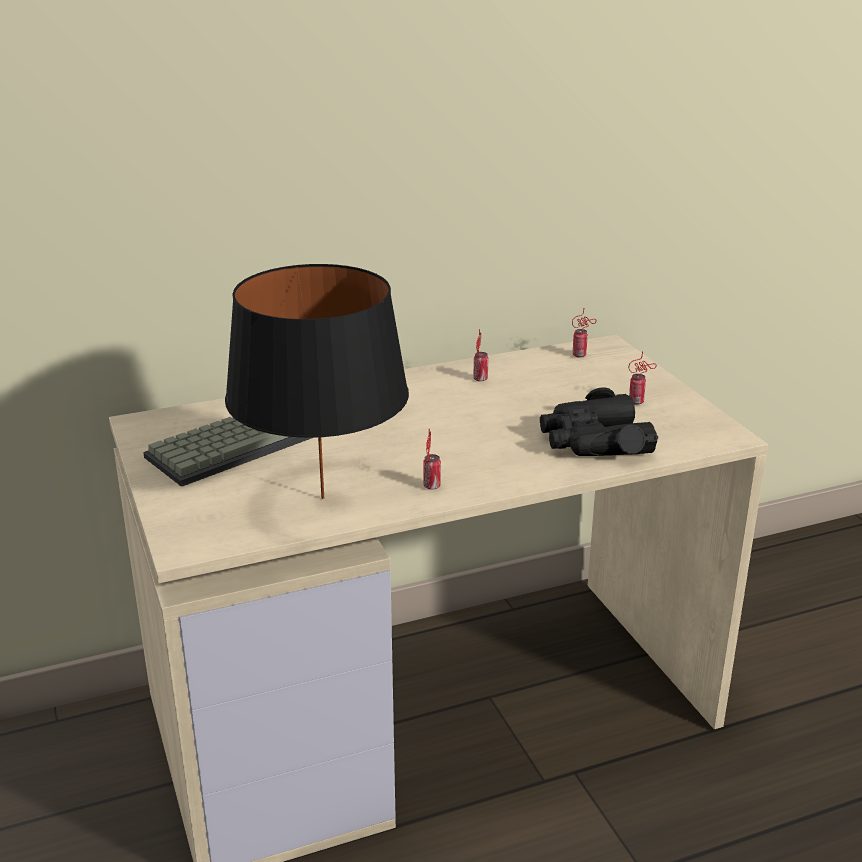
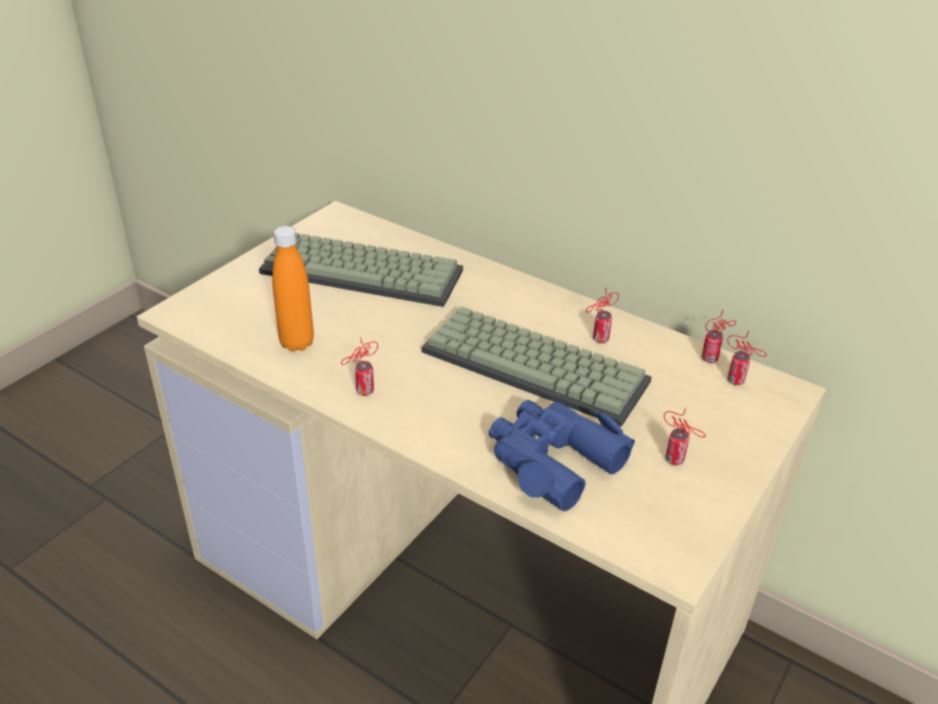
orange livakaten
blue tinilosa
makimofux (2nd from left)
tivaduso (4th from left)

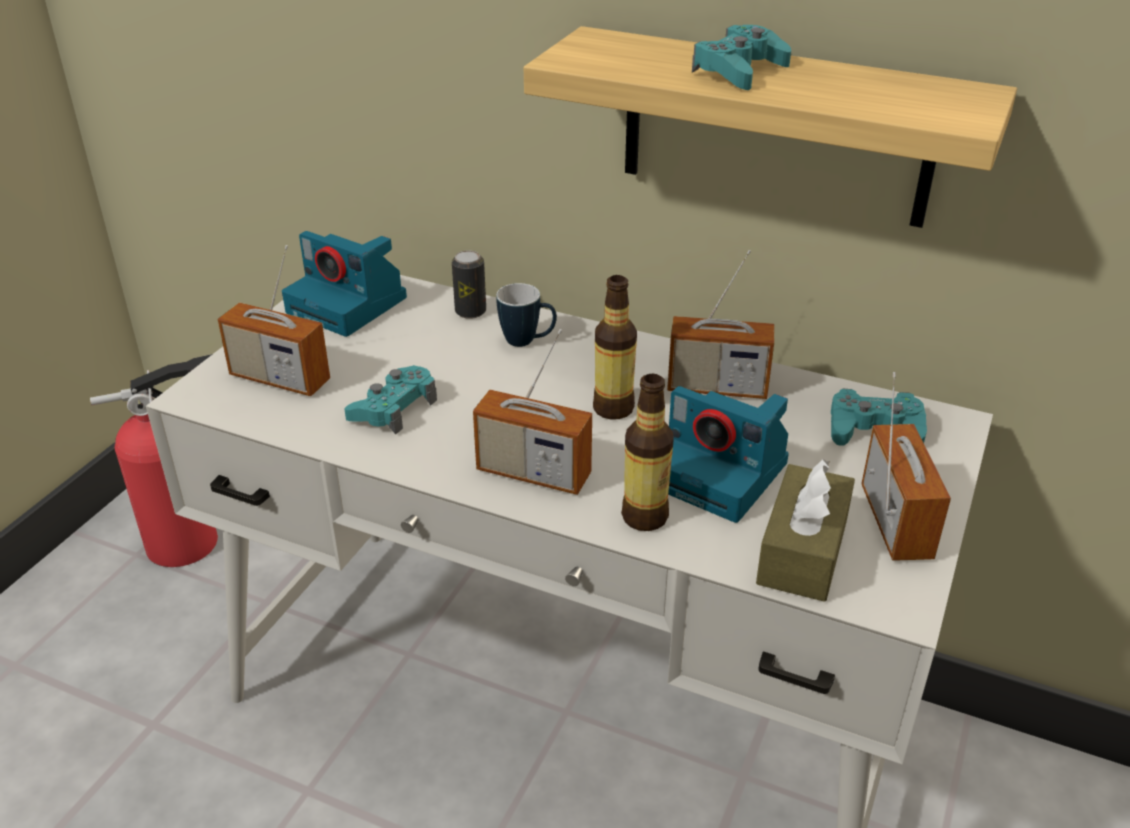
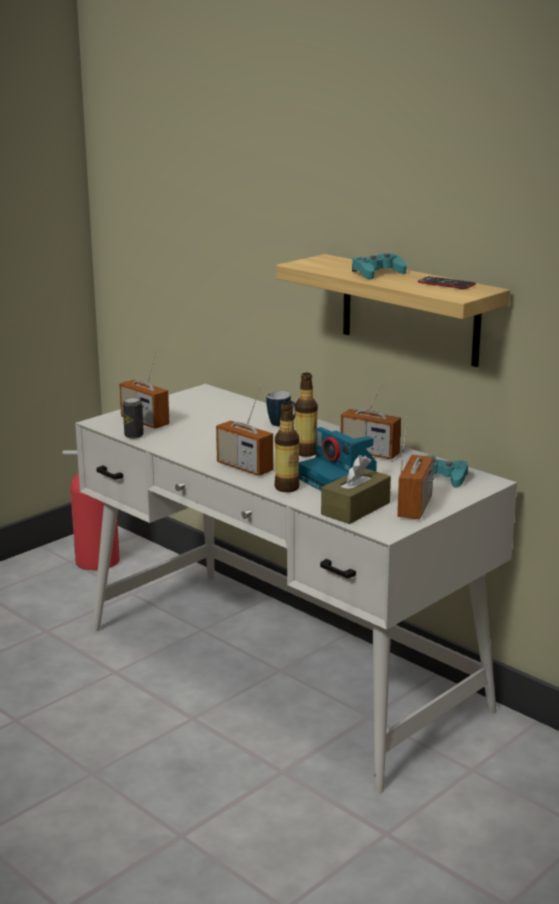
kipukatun (1st from left in the first image)
tivaduso
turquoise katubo (1st from left in the first image)
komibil

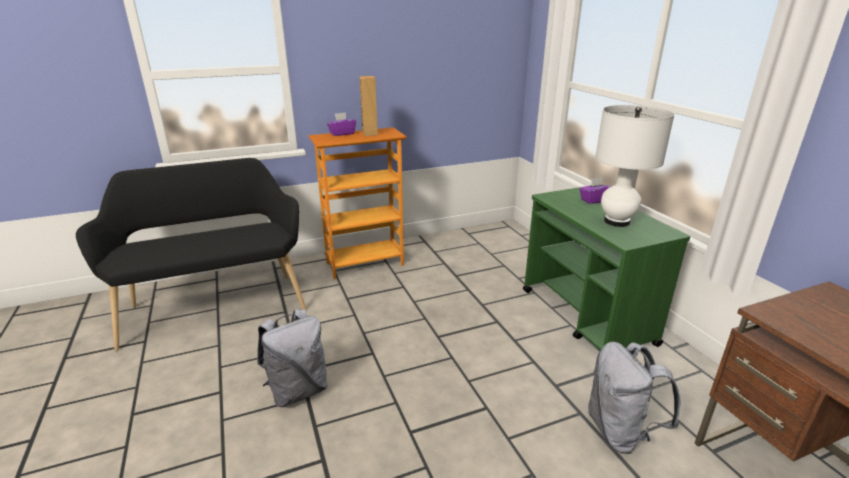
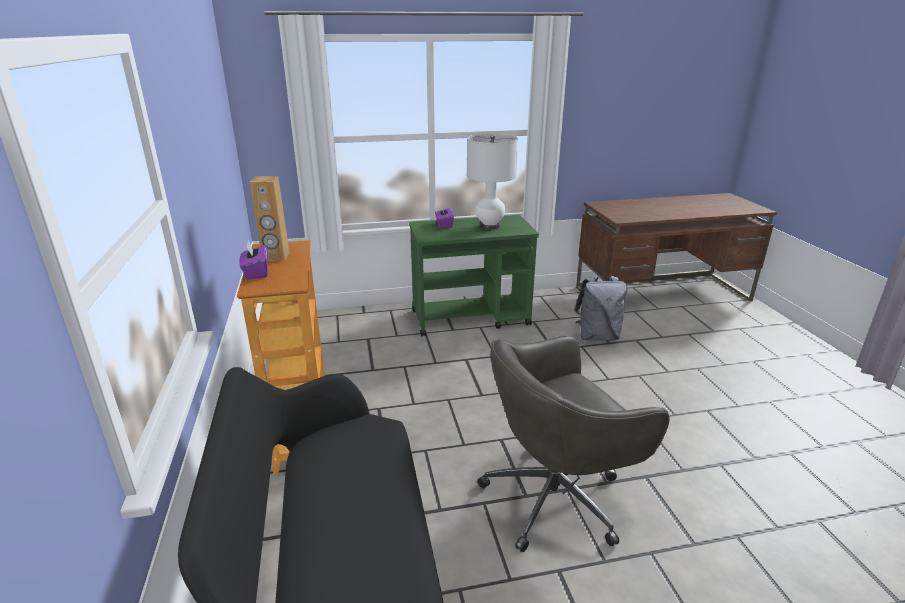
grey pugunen

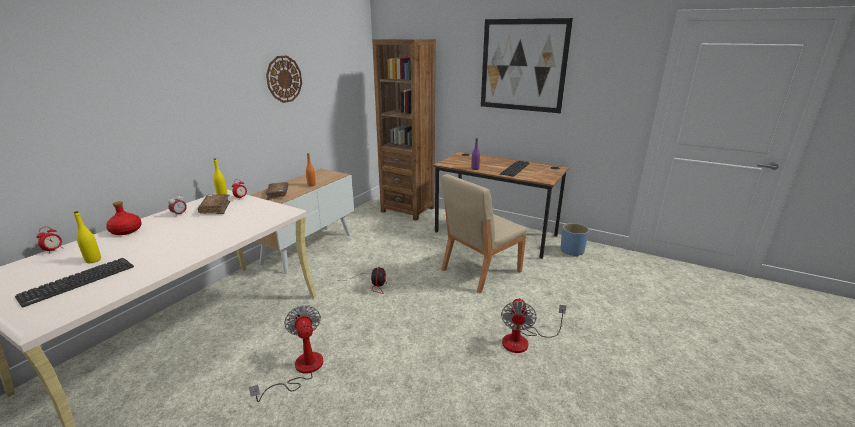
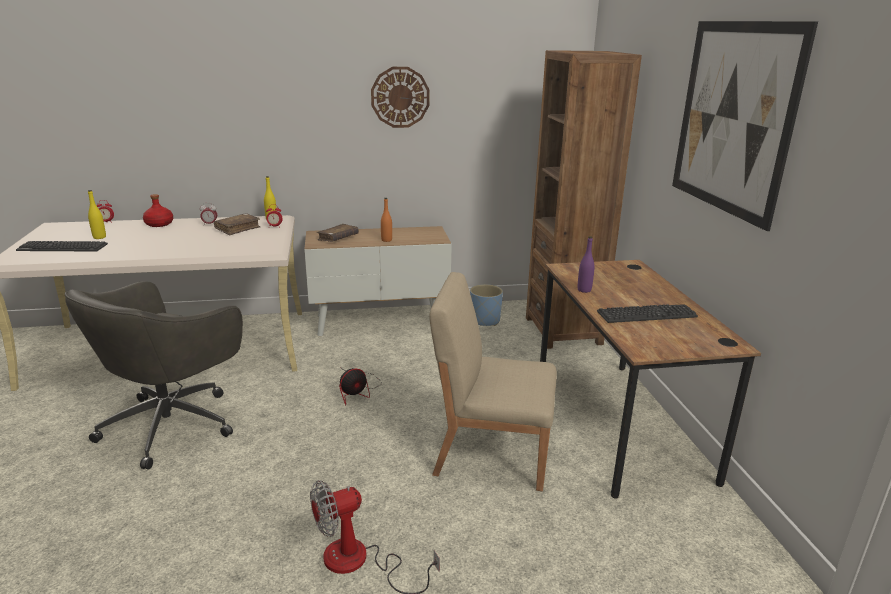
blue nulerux
grey pugunen

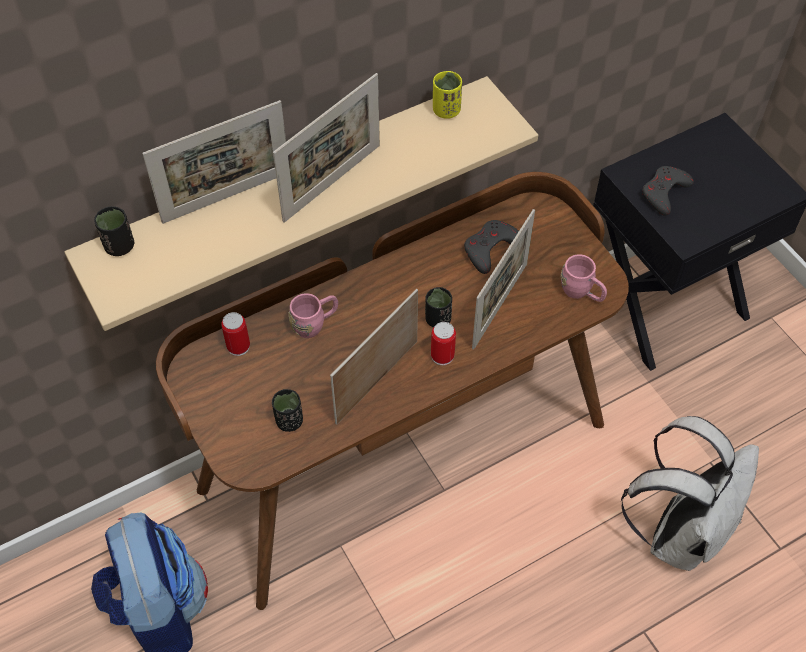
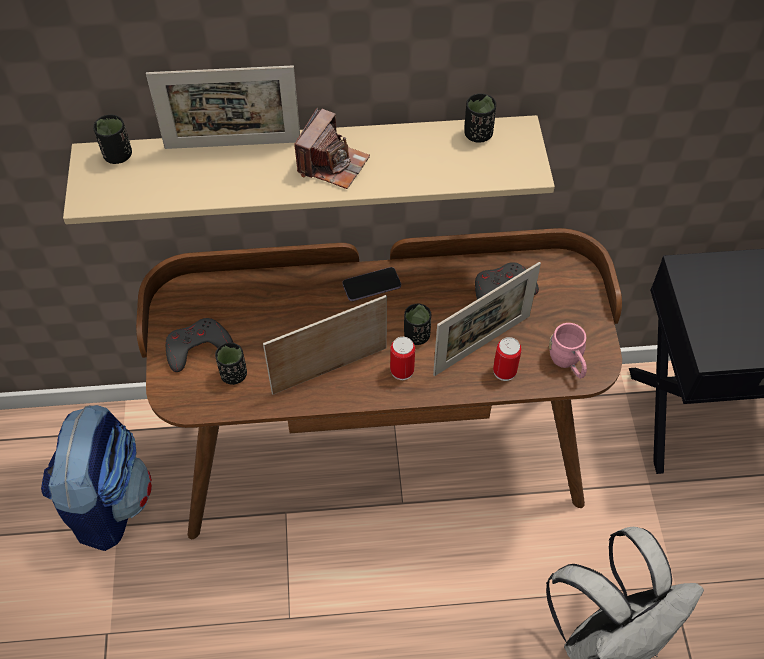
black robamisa (4th from left)
kipukatun
grey katubo (1st from left)
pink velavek (1st from left in the first image)
tivaduso (2nd from left)
komibil

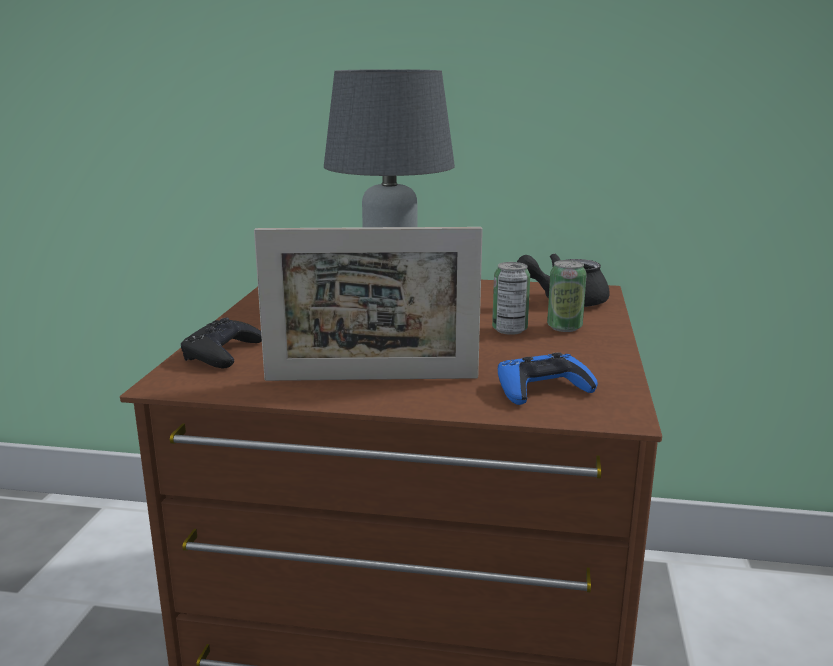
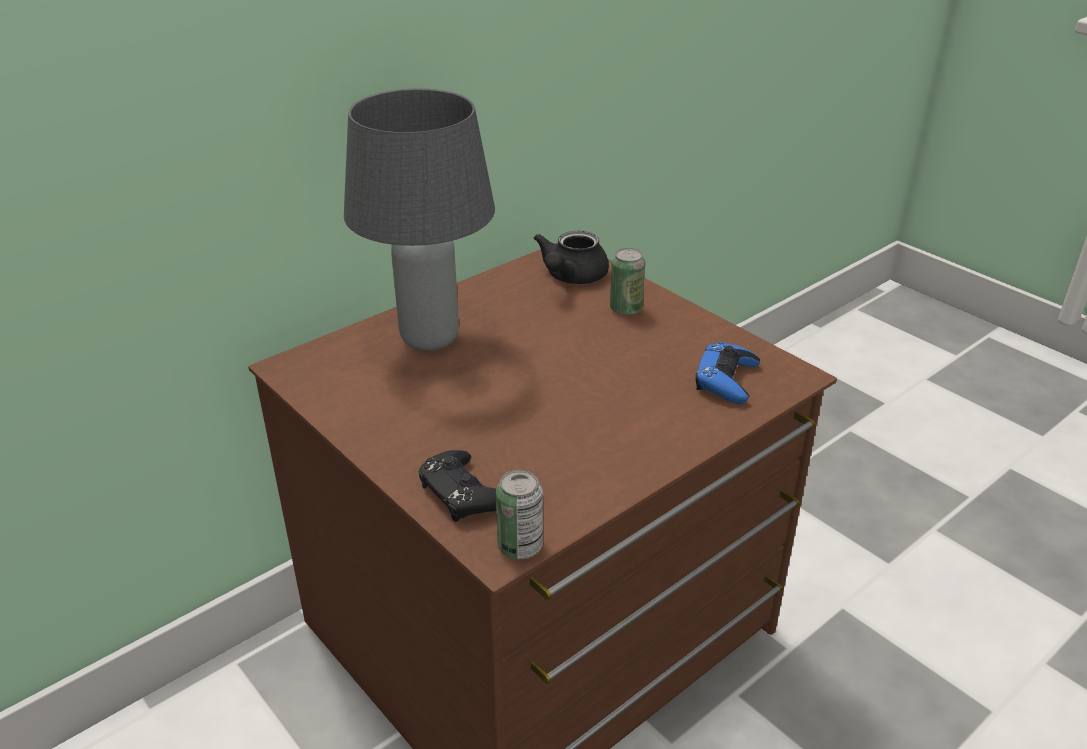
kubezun
tivaduso (1st from left)

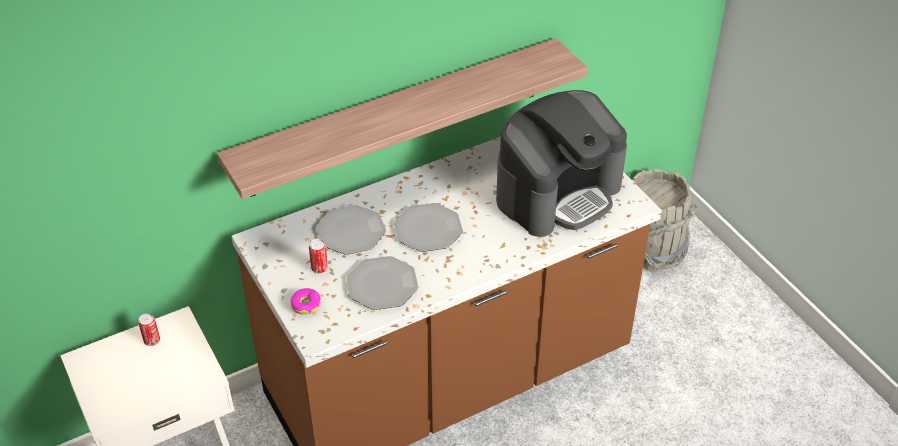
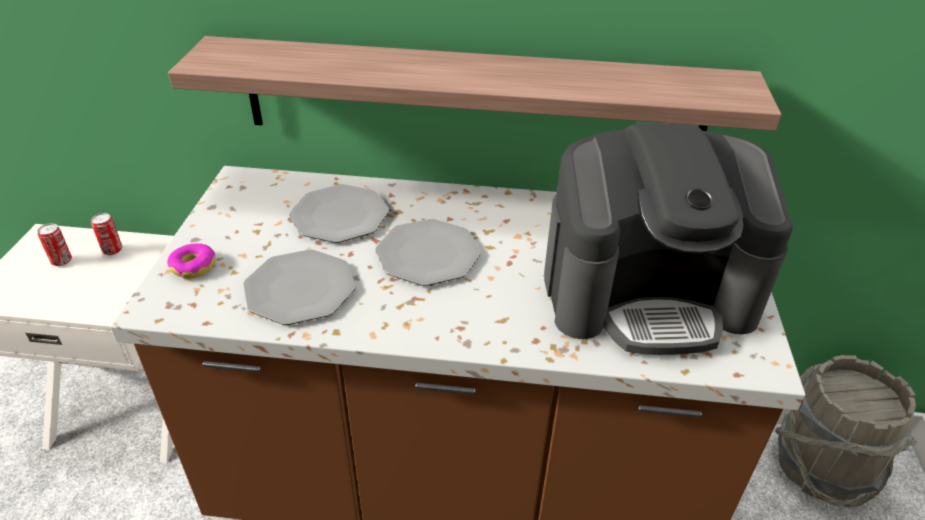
tivaduso (1st from left)

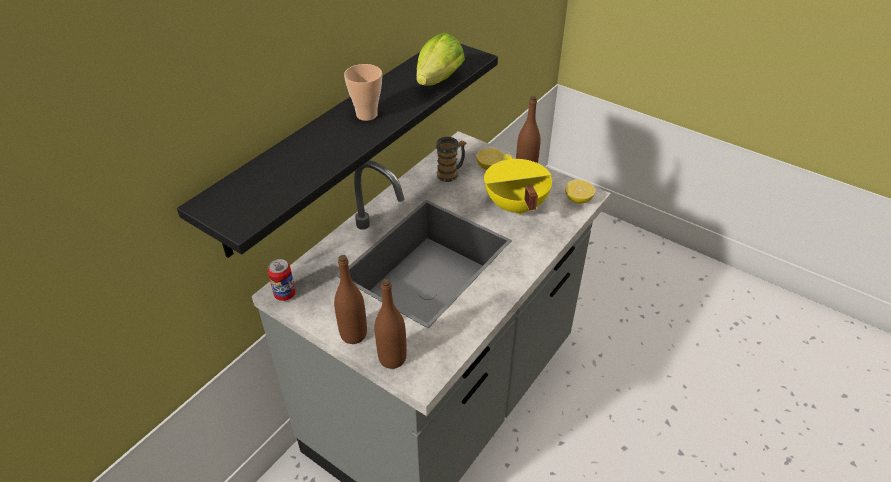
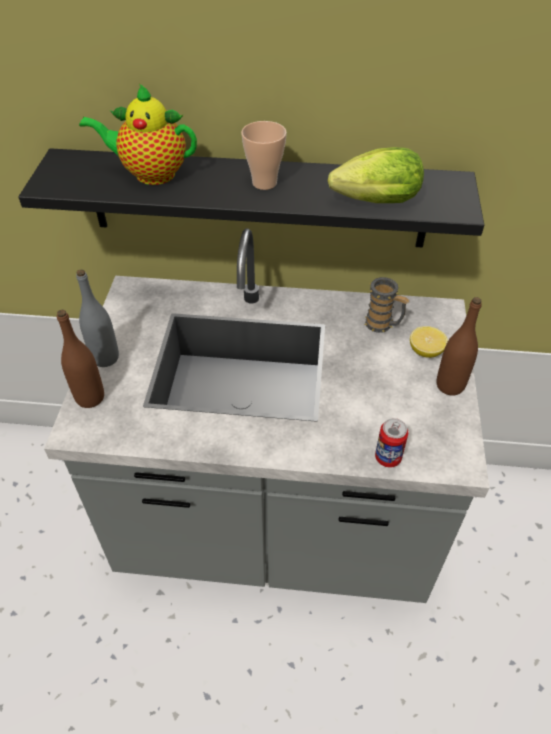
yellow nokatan
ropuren (2nd from left in the first image)
grey livakaten
tivaduso
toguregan

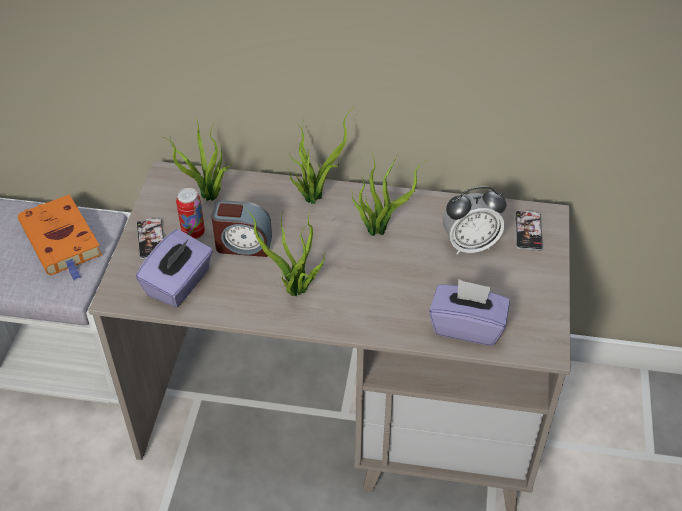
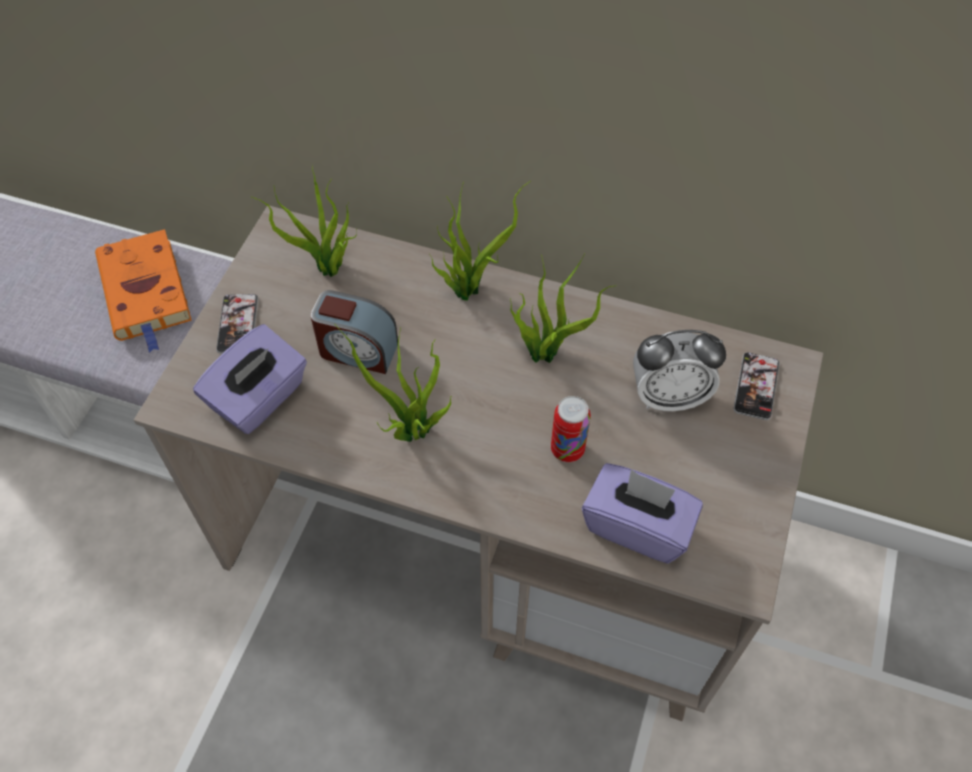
tivaduso

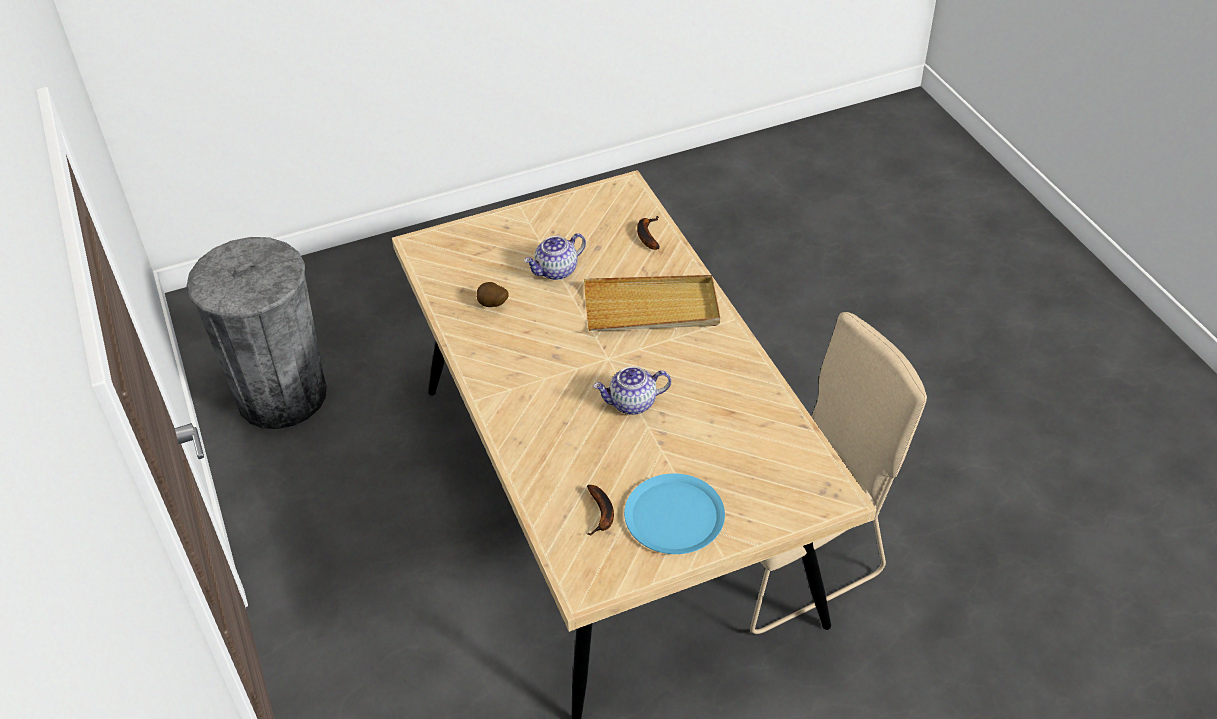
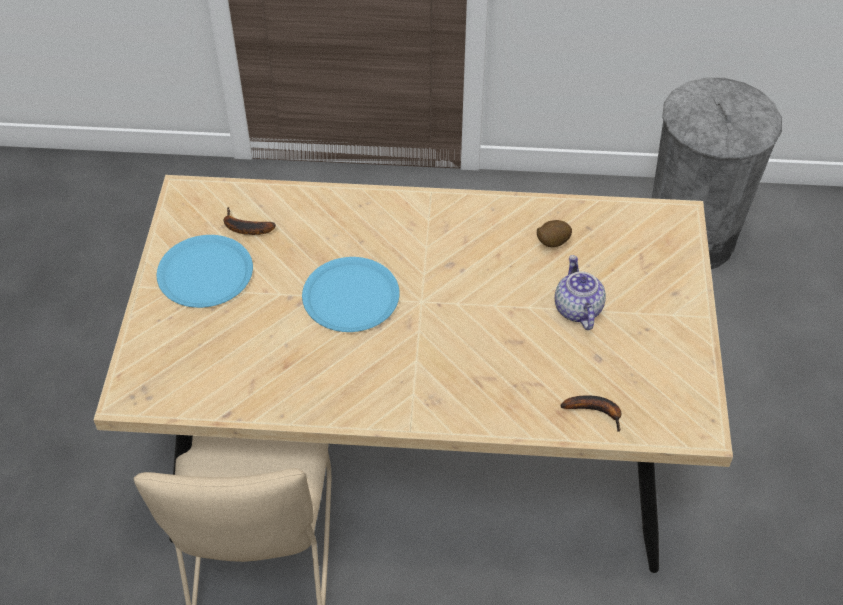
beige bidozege
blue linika (2nd from left)

